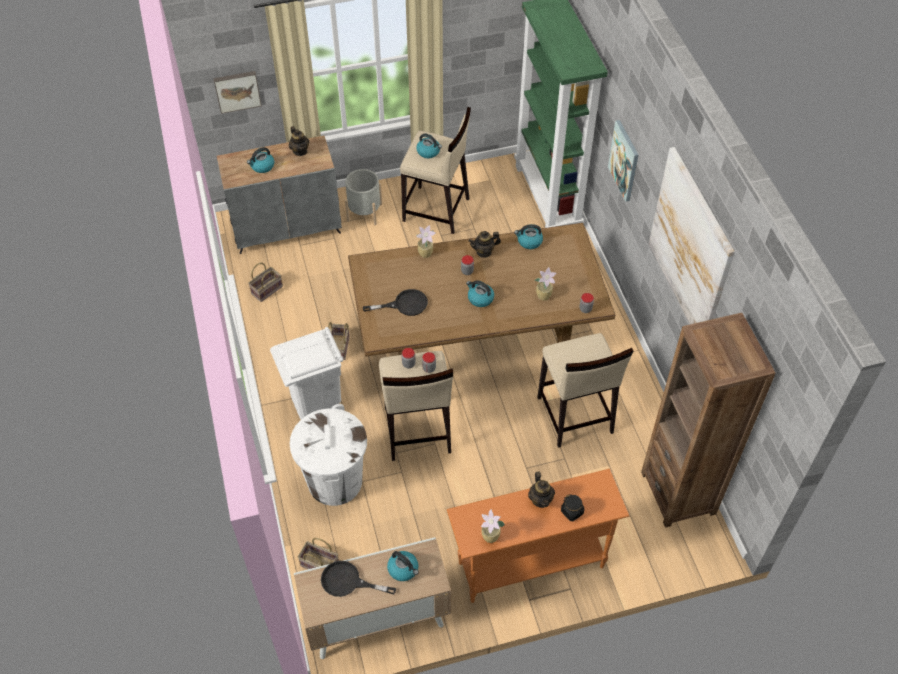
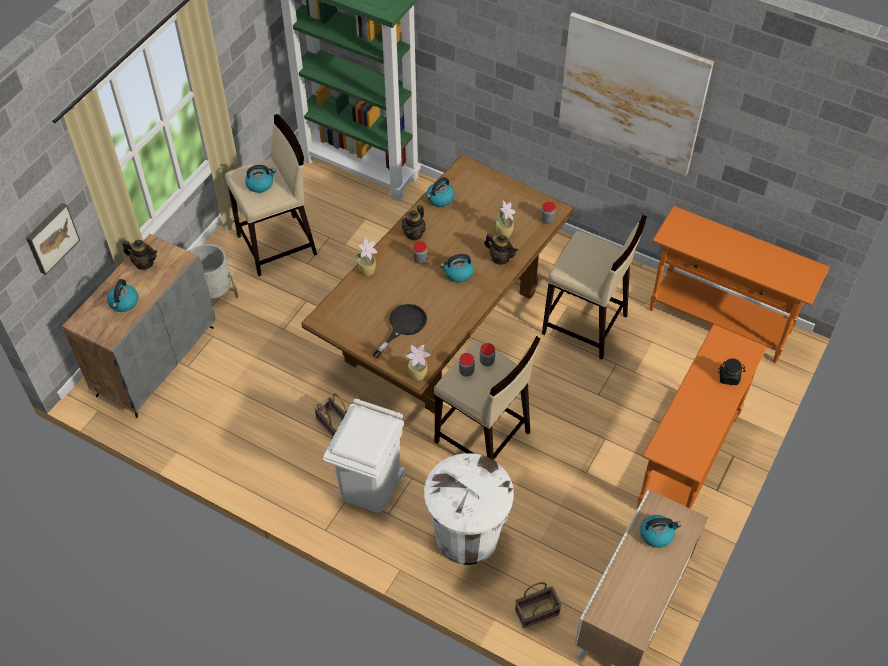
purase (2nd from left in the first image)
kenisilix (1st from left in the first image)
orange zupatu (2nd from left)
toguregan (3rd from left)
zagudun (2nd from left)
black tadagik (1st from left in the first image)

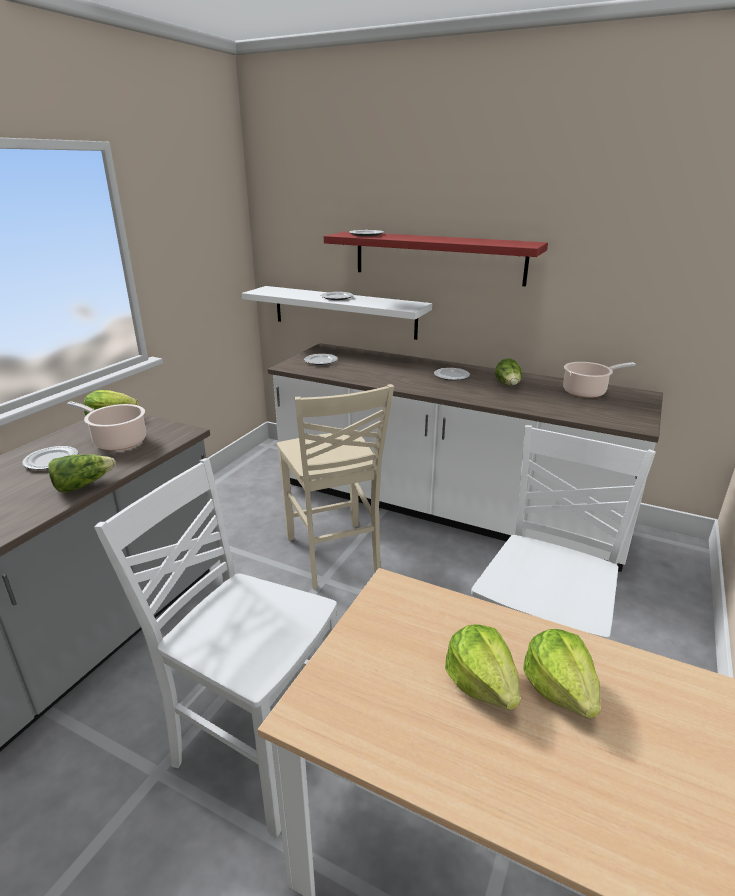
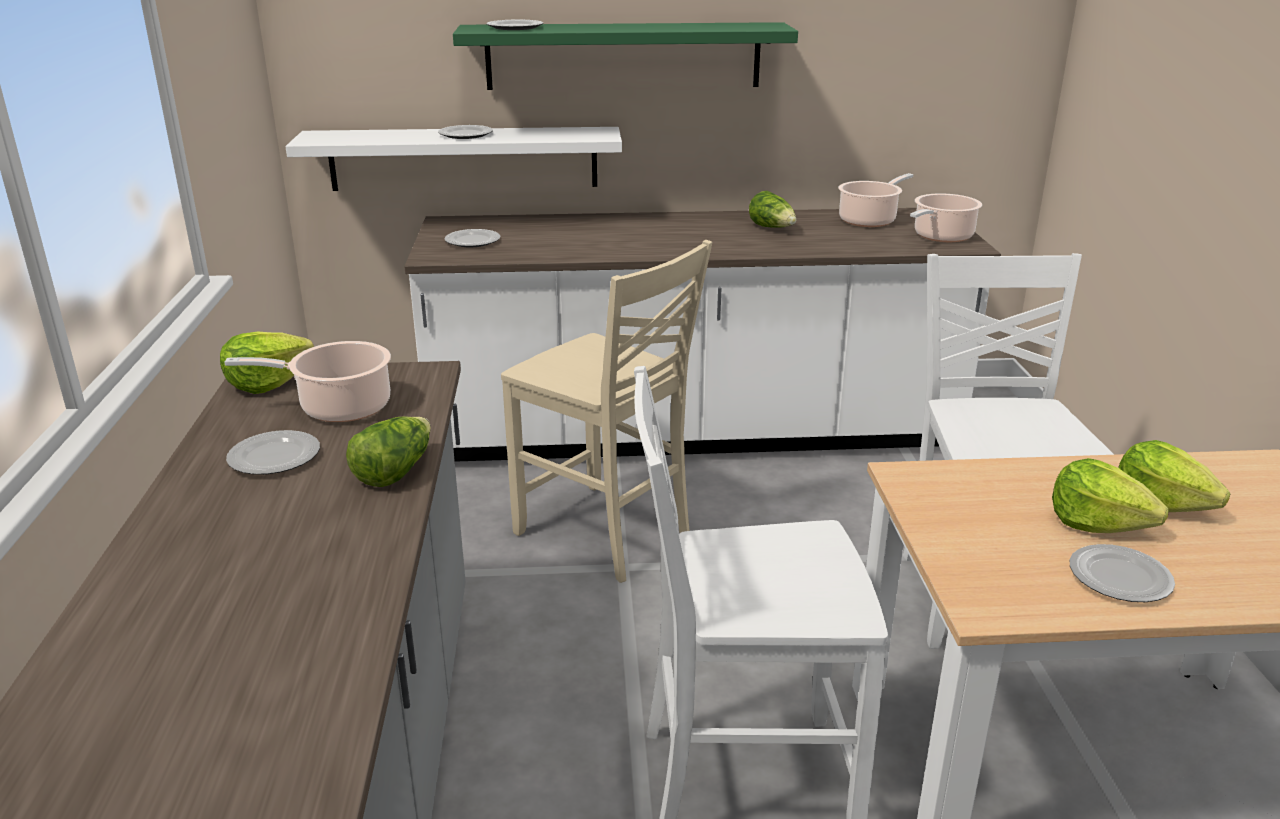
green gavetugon
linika (5th from left)
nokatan (3rd from left)

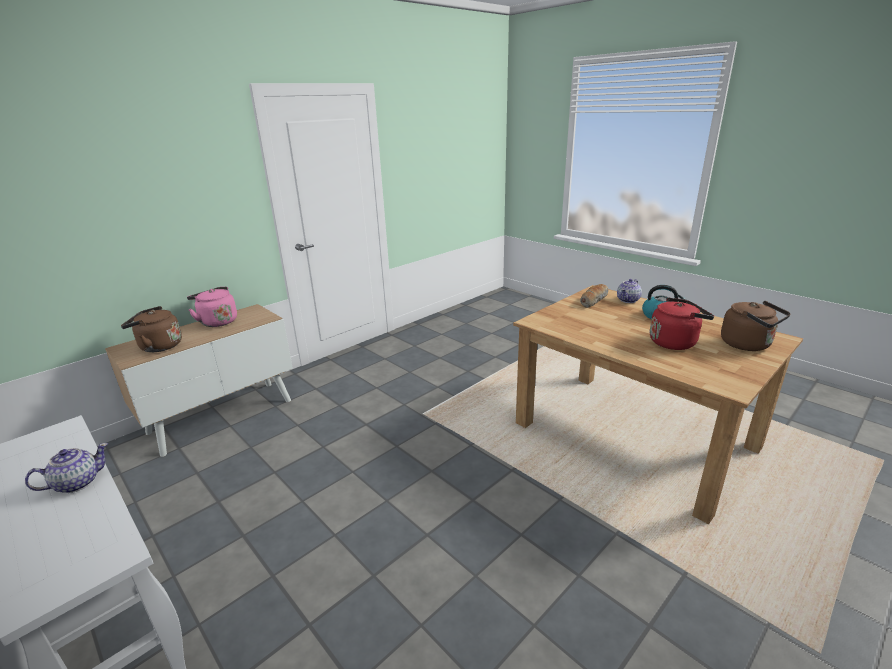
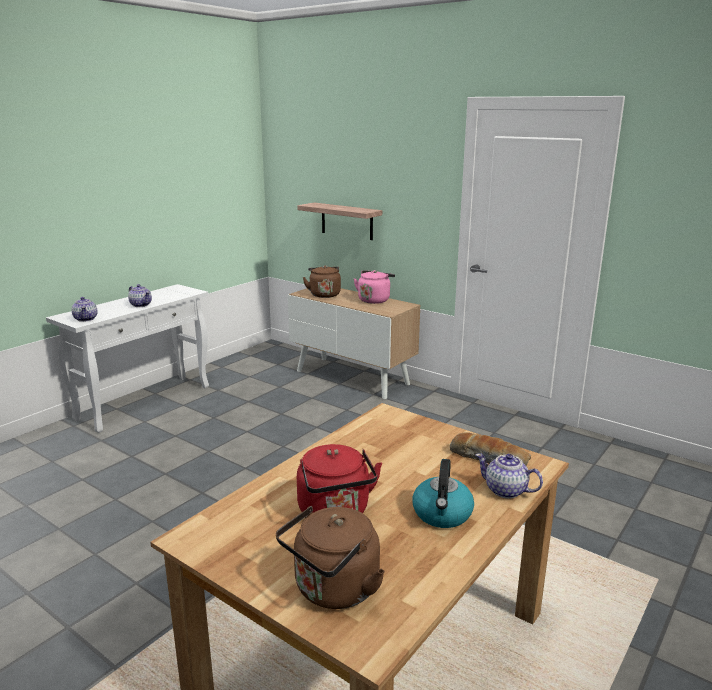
gavetugon
toguregan (1st from left)

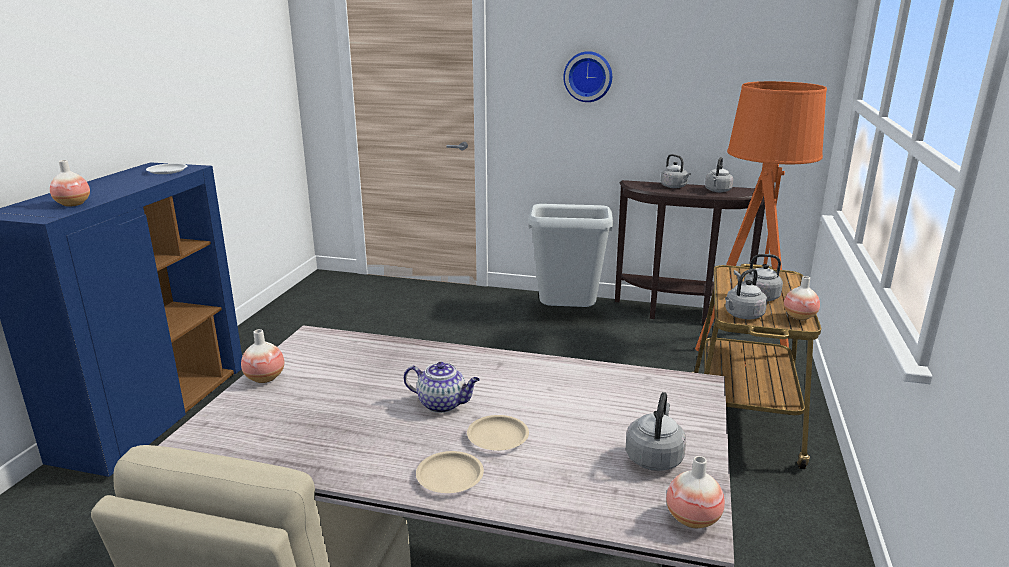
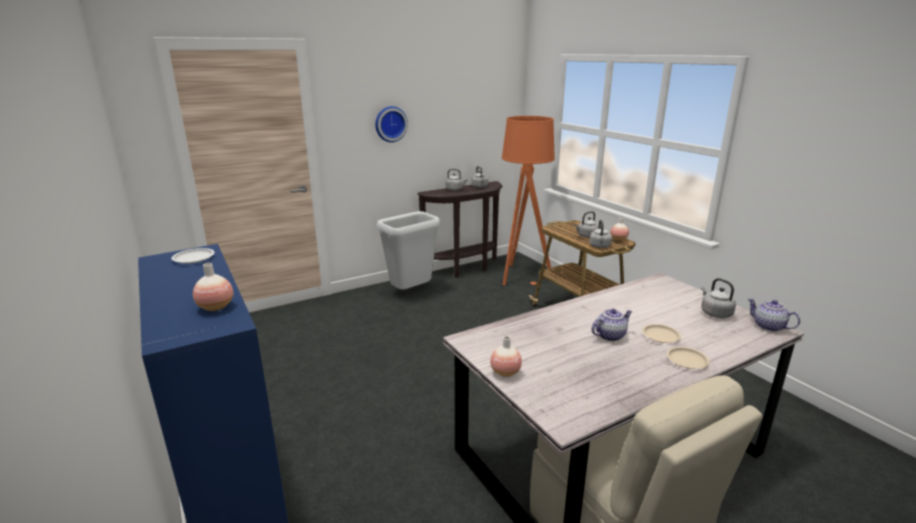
toguregan (2nd from left)

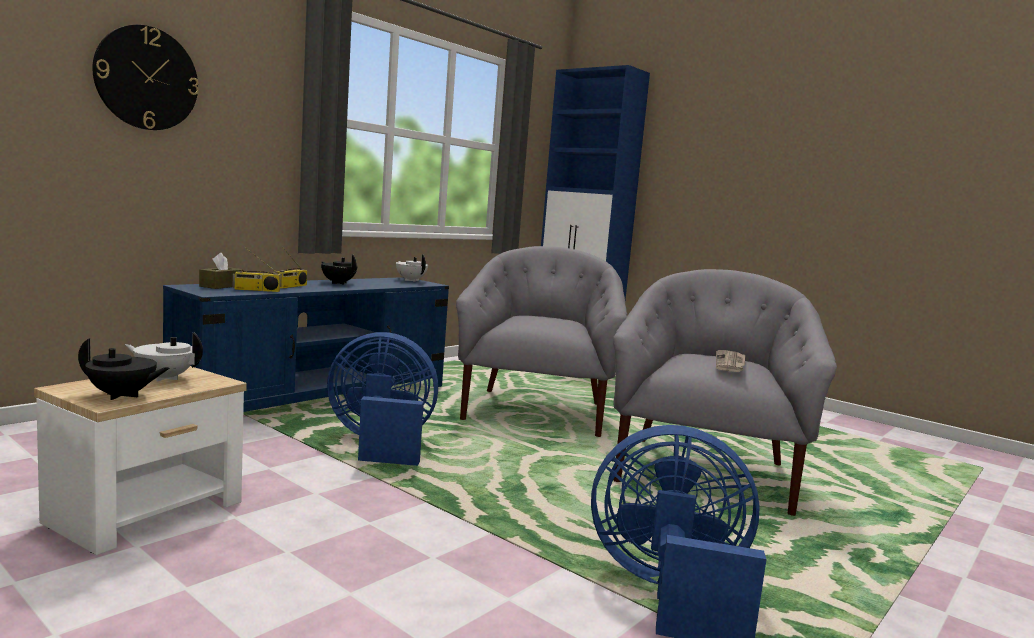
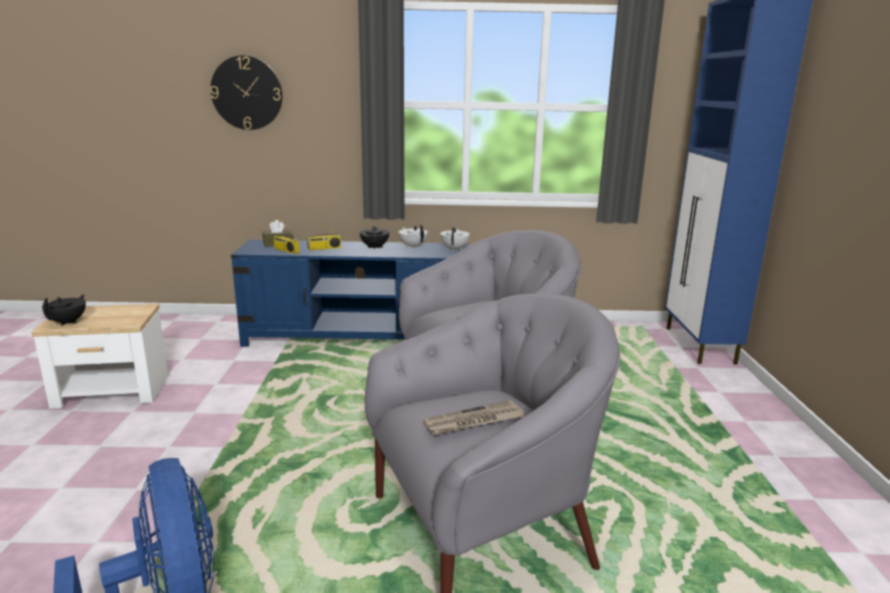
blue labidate (1st from left in the first image)
white toguregan (1st from left)
black toguregan (1st from left)

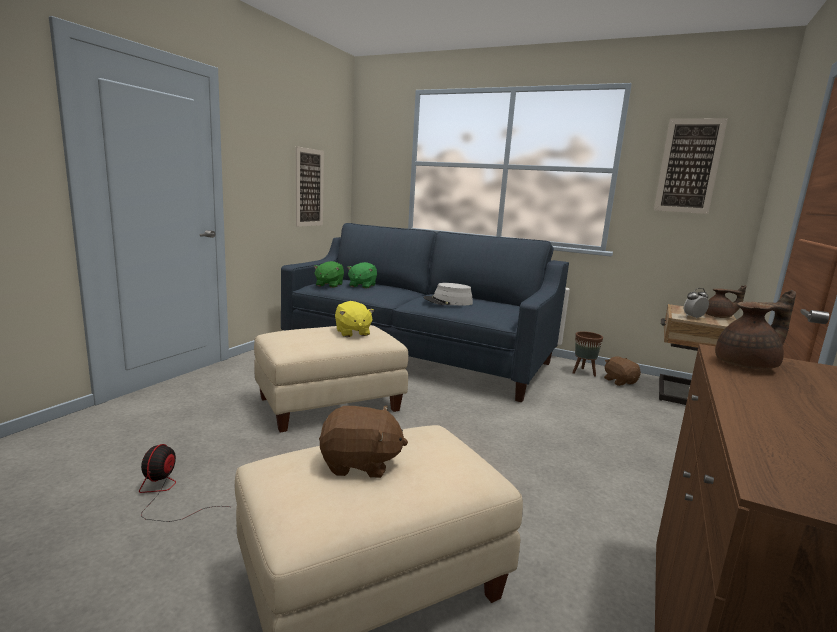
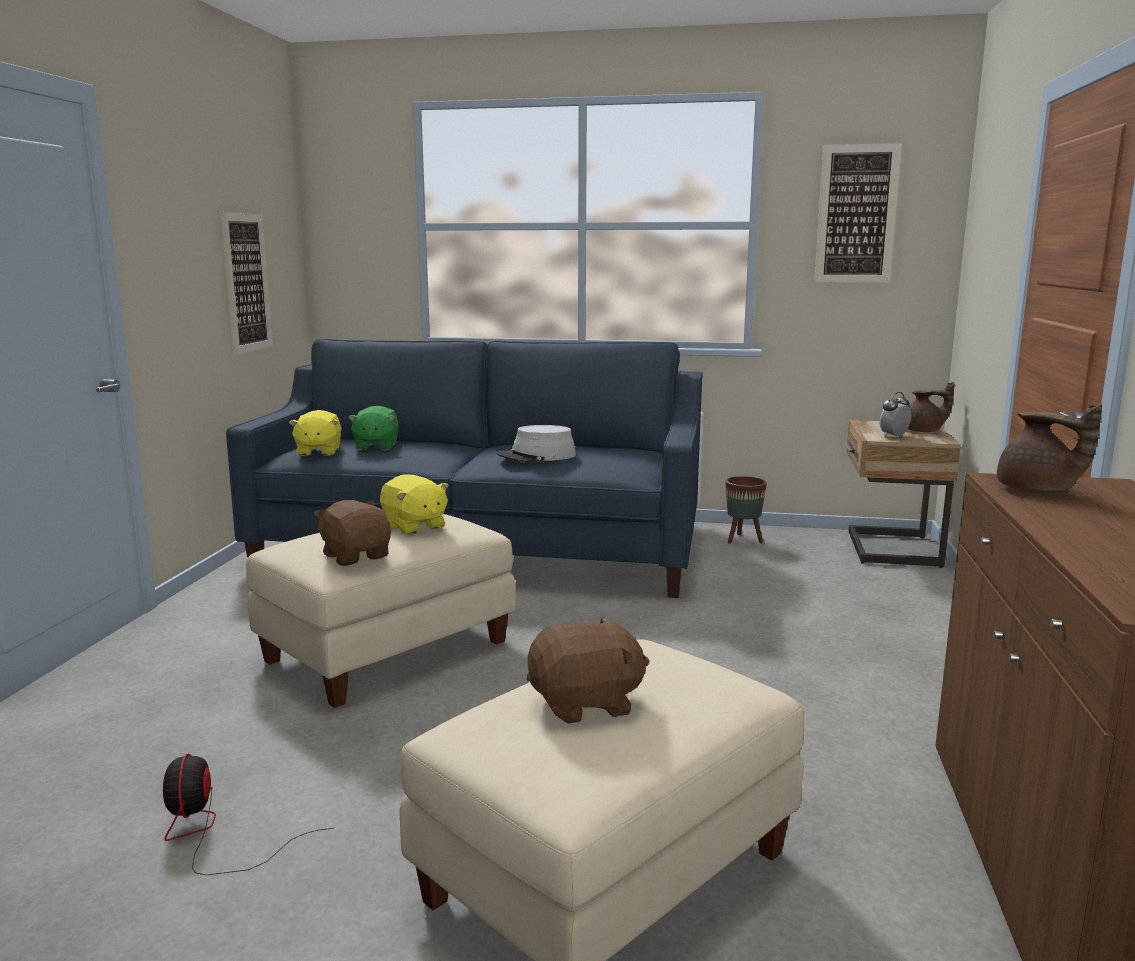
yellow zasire (1st from left)
brown toguregan (2nd from left)
brown zasire (1st from left)

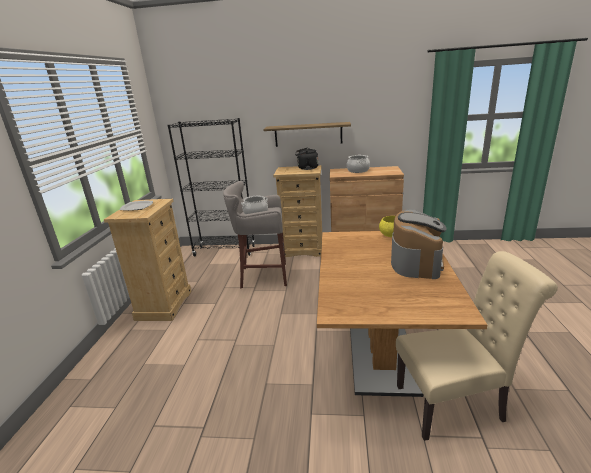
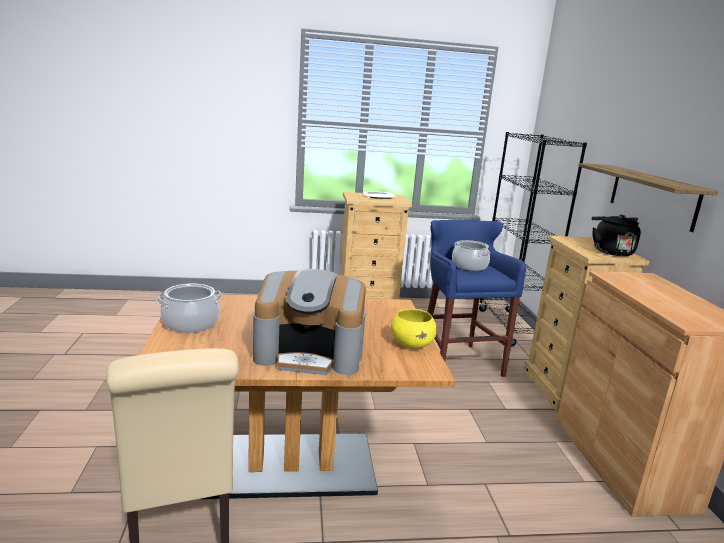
nokatan (1st from left)
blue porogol

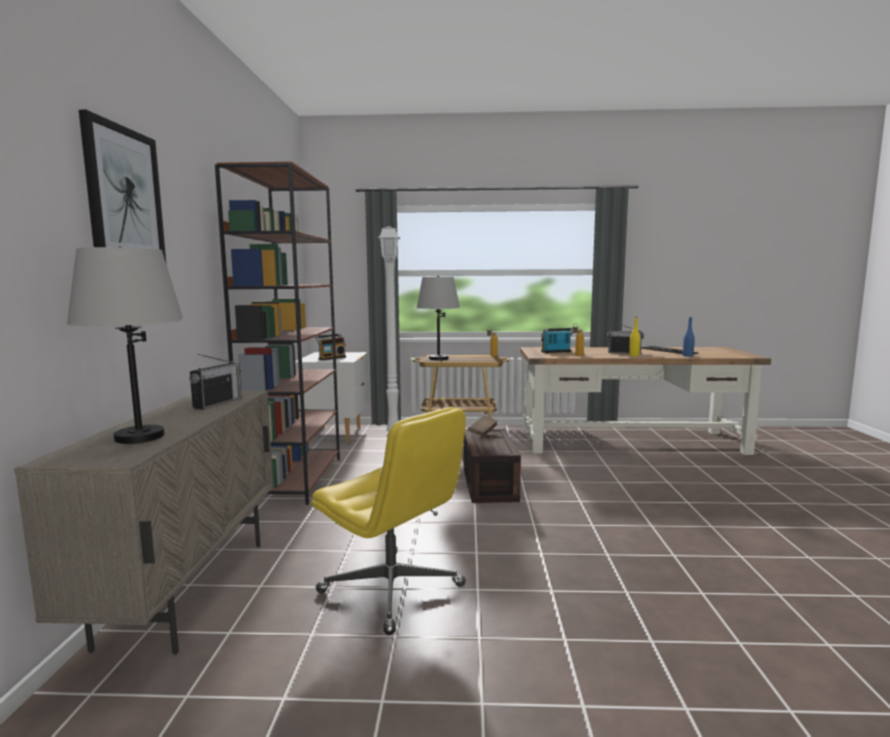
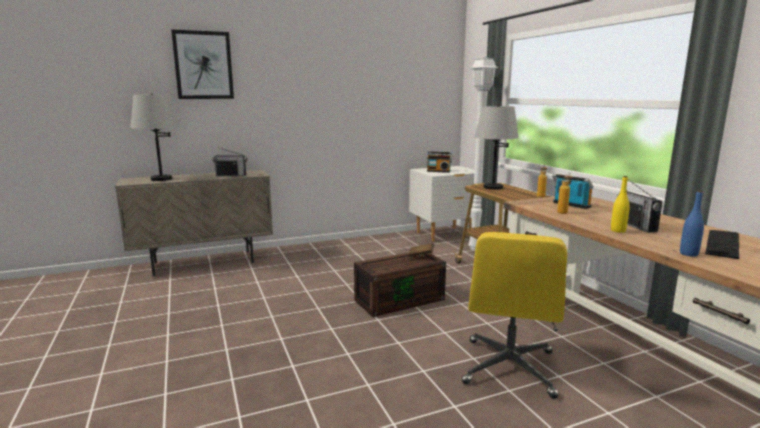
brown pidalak
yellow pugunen

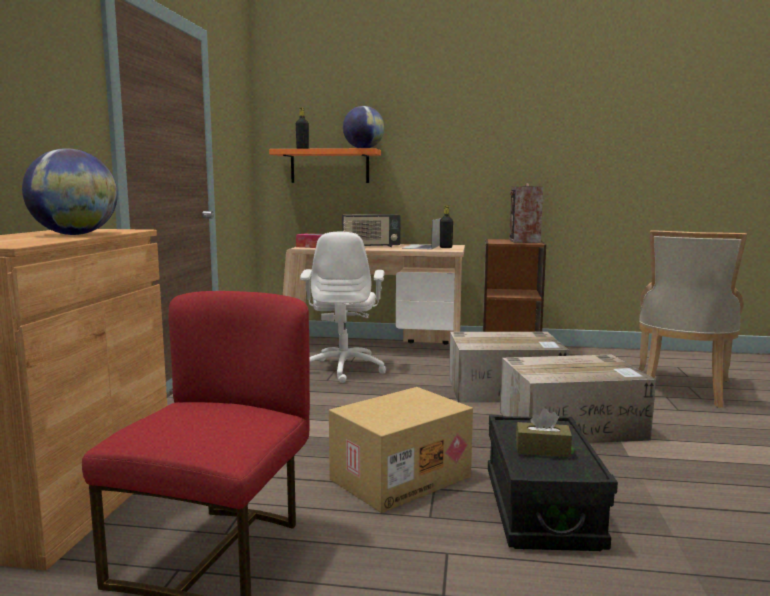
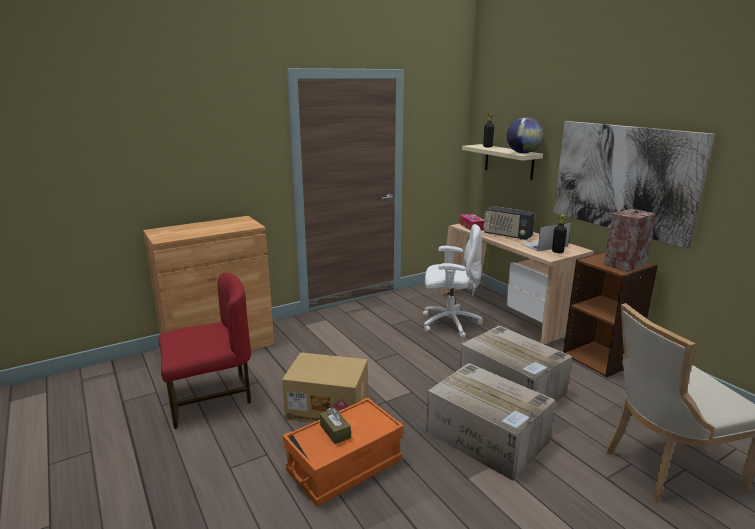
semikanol (1st from left in the first image)
beige gavetugon
white pugunen
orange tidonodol
purase

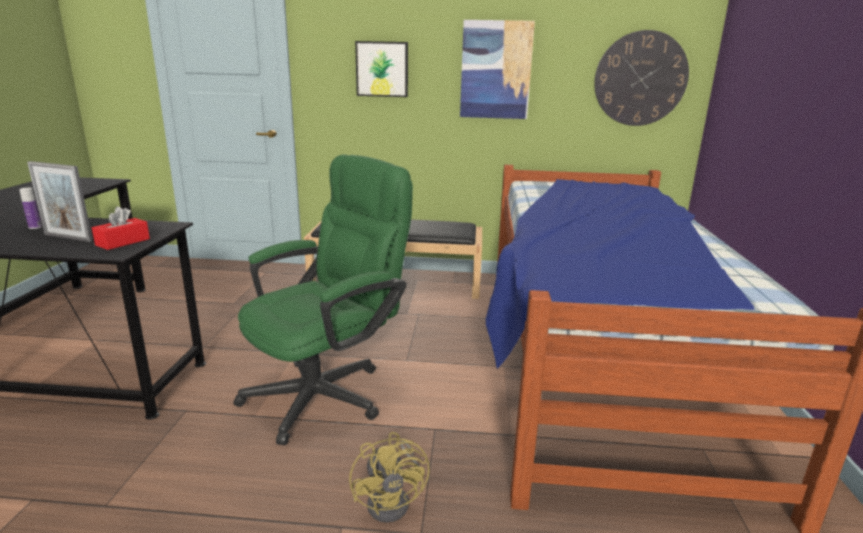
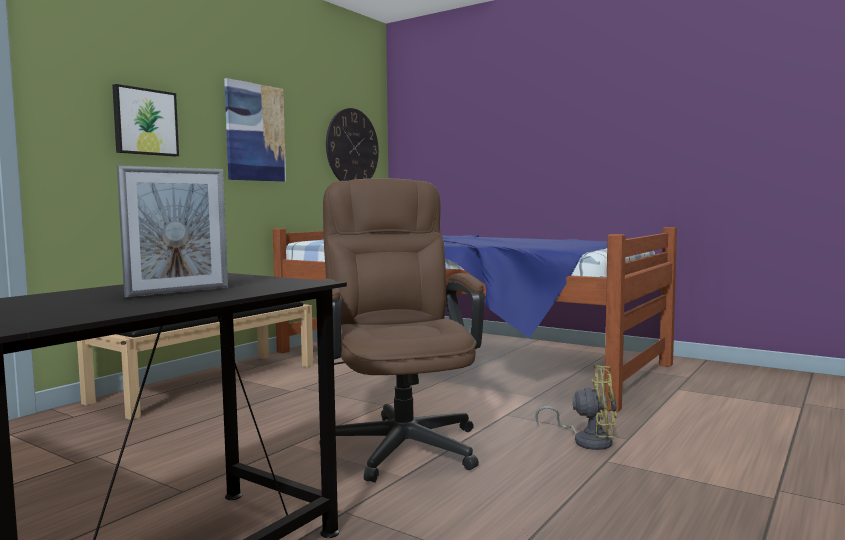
brown pugunen
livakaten
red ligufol

